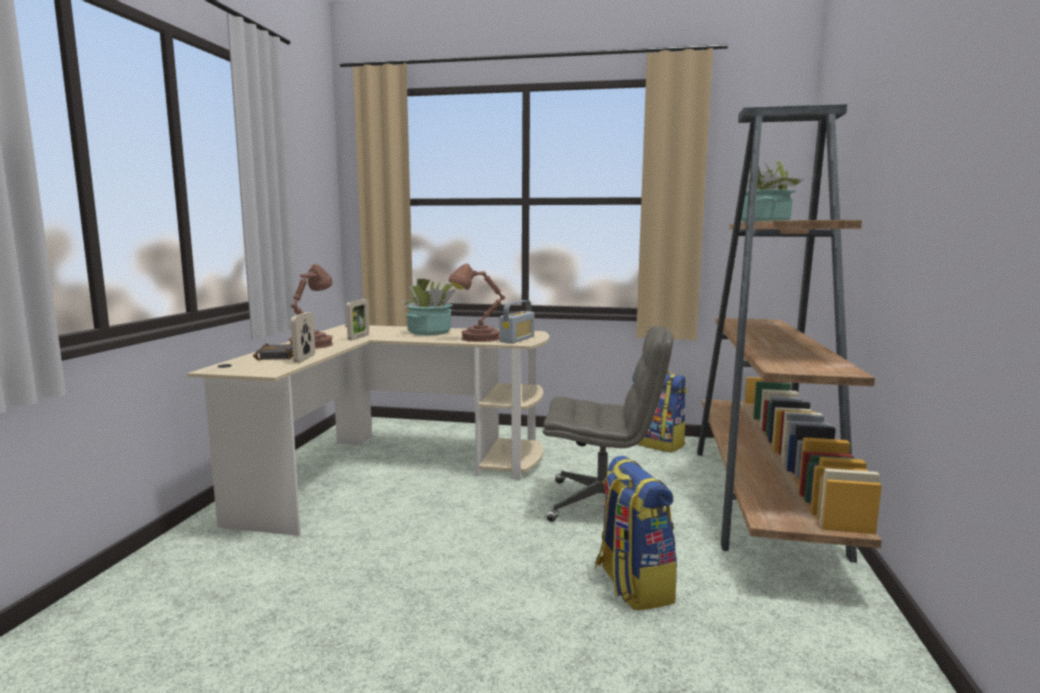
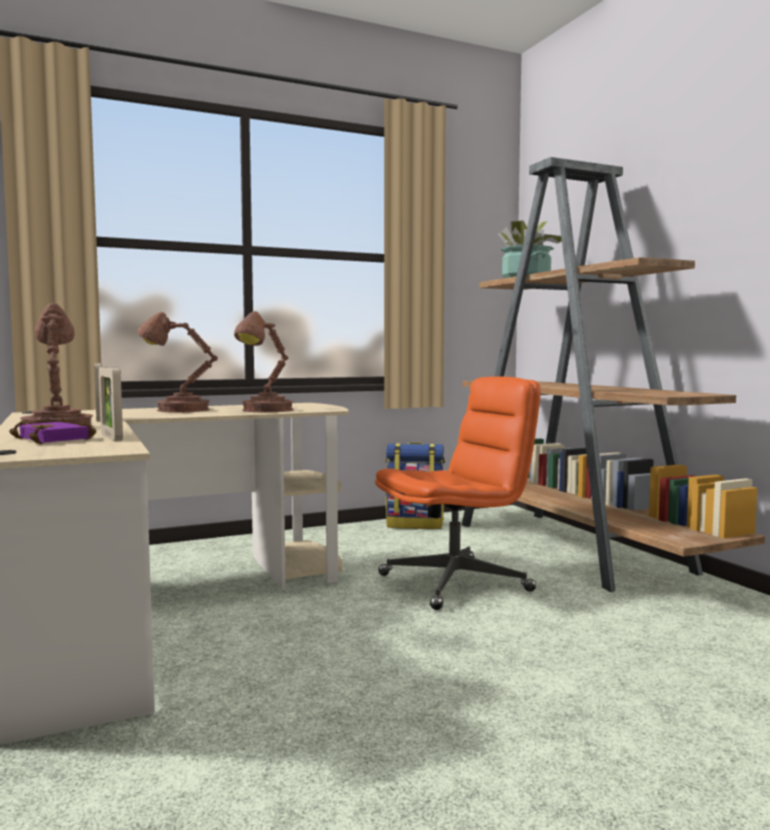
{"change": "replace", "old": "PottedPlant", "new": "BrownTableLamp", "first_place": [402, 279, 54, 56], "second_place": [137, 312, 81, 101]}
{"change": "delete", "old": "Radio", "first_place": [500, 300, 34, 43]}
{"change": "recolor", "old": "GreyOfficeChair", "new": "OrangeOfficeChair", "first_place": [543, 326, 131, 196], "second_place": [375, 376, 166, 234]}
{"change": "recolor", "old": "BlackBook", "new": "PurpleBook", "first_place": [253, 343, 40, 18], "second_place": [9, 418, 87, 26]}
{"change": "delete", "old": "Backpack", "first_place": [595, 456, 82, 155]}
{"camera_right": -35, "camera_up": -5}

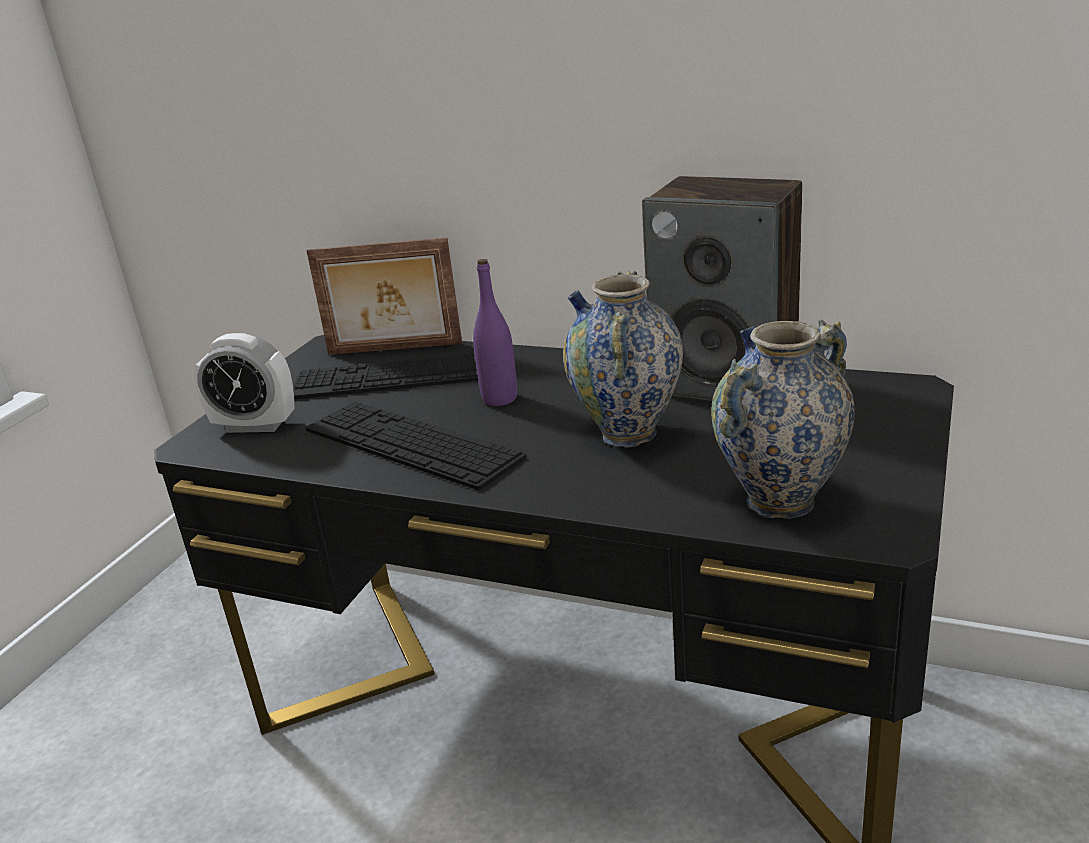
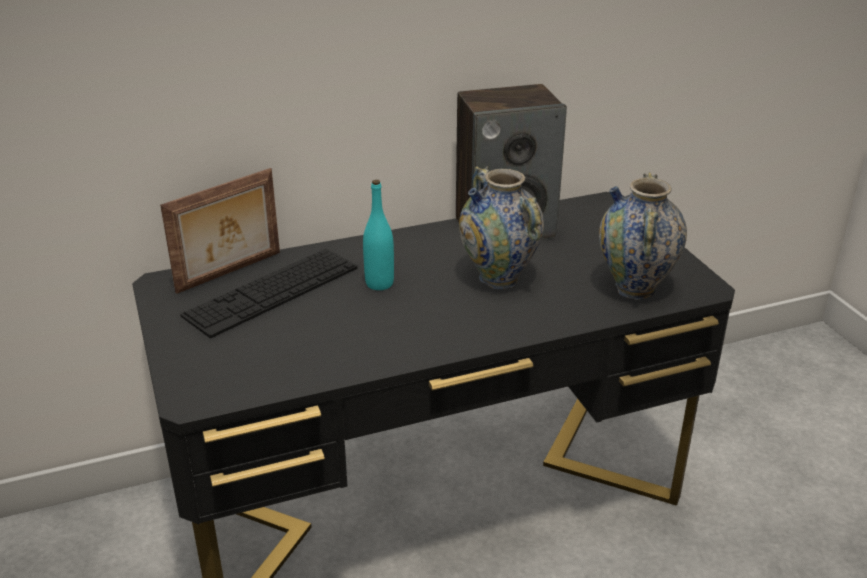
{"change": "recolor", "old": "PurpleBottle", "new": "TurquoiseBottle", "first_place": [473, 259, 44, 147], "second_place": [363, 180, 31, 110]}
{"change": "delete", "old": "AlarmClock", "first_place": [194, 333, 101, 100]}
{"change": "delete", "old": "Keyboard", "first_place": [306, 401, 221, 90]}
{"camera_right": -45, "camera_up": 5}

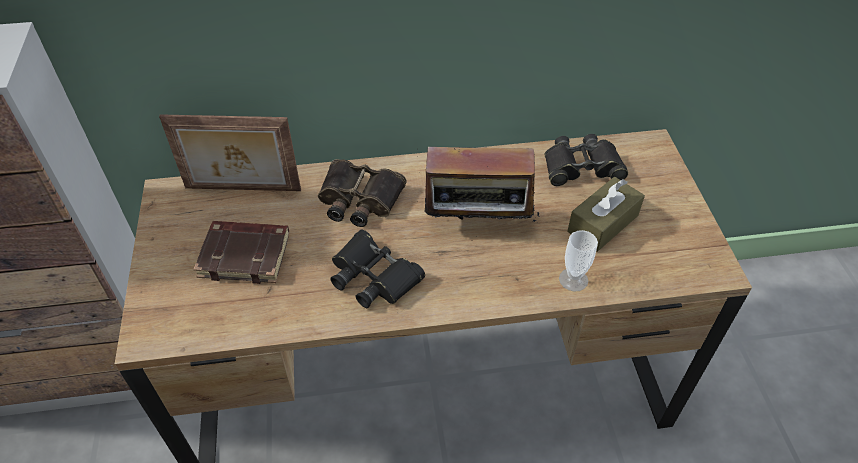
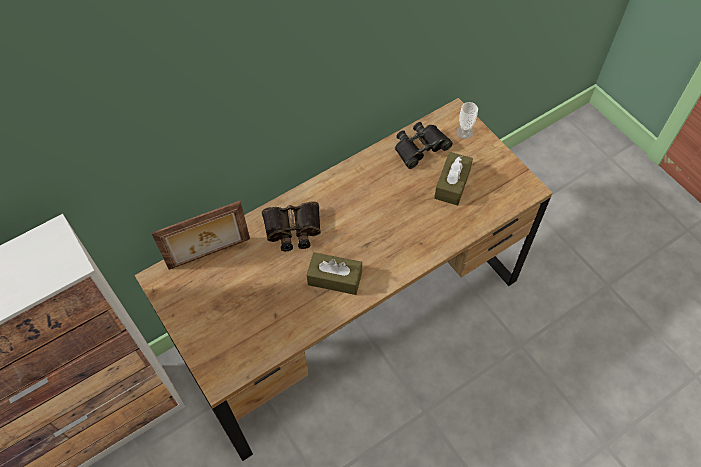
{"change": "delete", "old": "Radio", "first_place": [425, 147, 115, 88]}
{"change": "delete", "old": "BrownBook", "first_place": [193, 221, 96, 63]}
{"change": "replace", "old": "BlackBinoculars", "new": "BrownTissueBox", "first_place": [330, 230, 95, 78], "second_place": [307, 252, 55, 43]}
{"change": "move", "old": "Cup", "first_place": [559, 230, 39, 61], "second_place": [456, 102, 22, 37]}
{"camera_right": -25, "camera_up": 10}

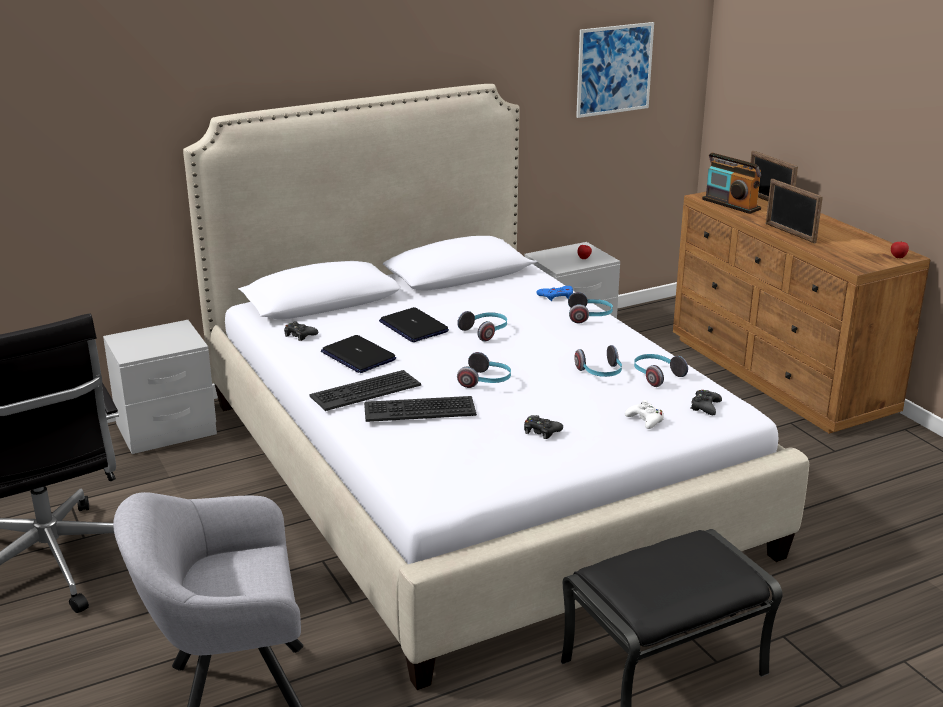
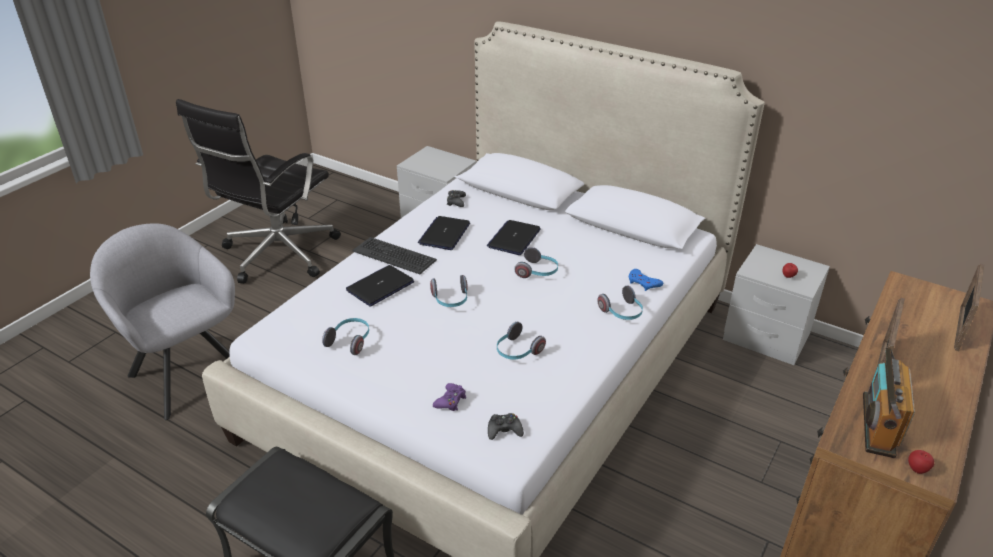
{"change": "delete", "old": "Picture", "first_place": [576, 22, 78, 96]}
{"change": "move", "old": "Radio", "first_place": [702, 153, 59, 61], "second_place": [863, 347, 52, 111]}
{"change": "move", "old": "Headphones", "first_place": [634, 354, 54, 33], "second_place": [322, 318, 47, 37]}
{"change": "replace", "old": "Keyboard", "new": "Laptop", "first_place": [364, 396, 113, 26], "second_place": [346, 265, 68, 41]}
{"change": "recolor", "old": "WhiteGameController", "new": "PurpleGameController", "first_place": [625, 400, 39, 29], "second_place": [433, 383, 33, 28]}
{"change": "delete", "old": "BlackGameController", "first_place": [524, 415, 39, 24]}
{"camera_right": 60, "camera_up": 10}

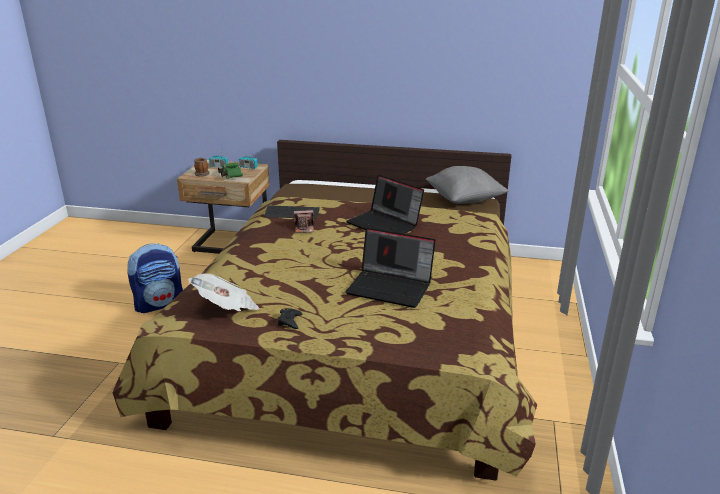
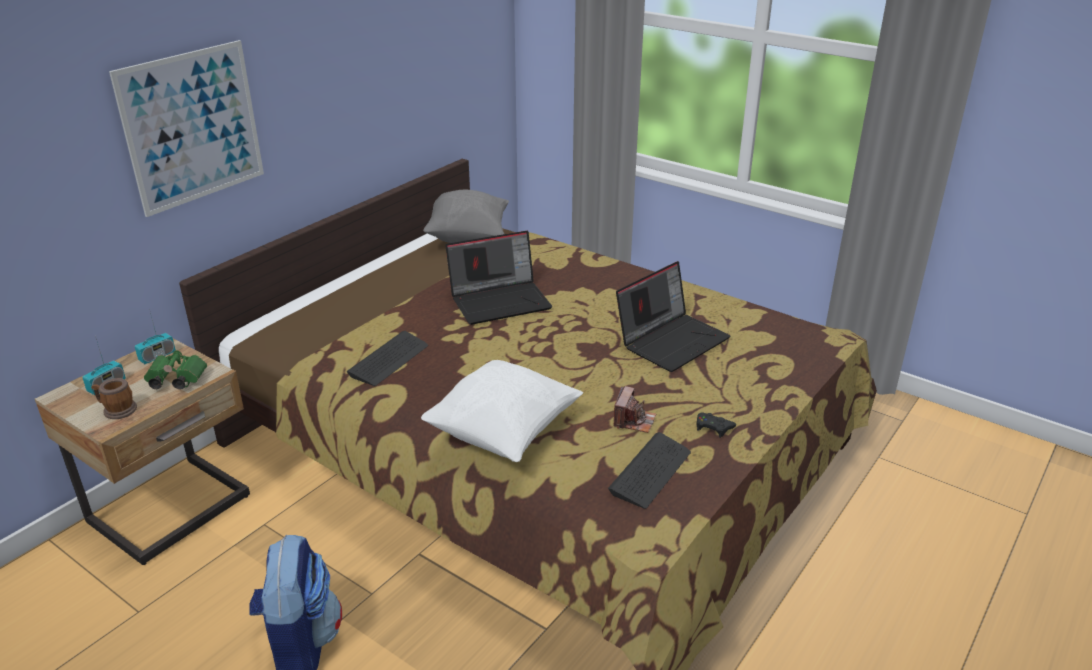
{"change": "move", "old": "PhotoCamera", "first_place": [293, 210, 21, 23], "second_place": [613, 386, 43, 47]}
{"change": "replace", "old": "Newspaper", "new": "Keyboard", "first_place": [188, 273, 72, 38], "second_place": [608, 432, 83, 77]}
{"change": "insert", "new": "Picture", "second_place": [109, 40, 155, 177]}
{"change": "insert", "new": "WhitePillow", "second_place": [421, 360, 162, 102]}
{"camera_right": -65, "camera_up": 5}

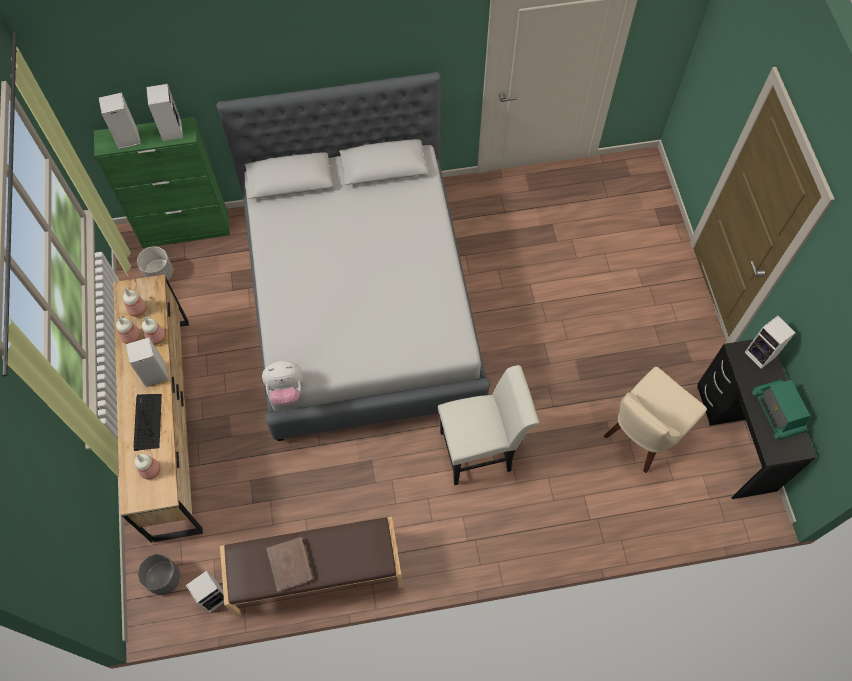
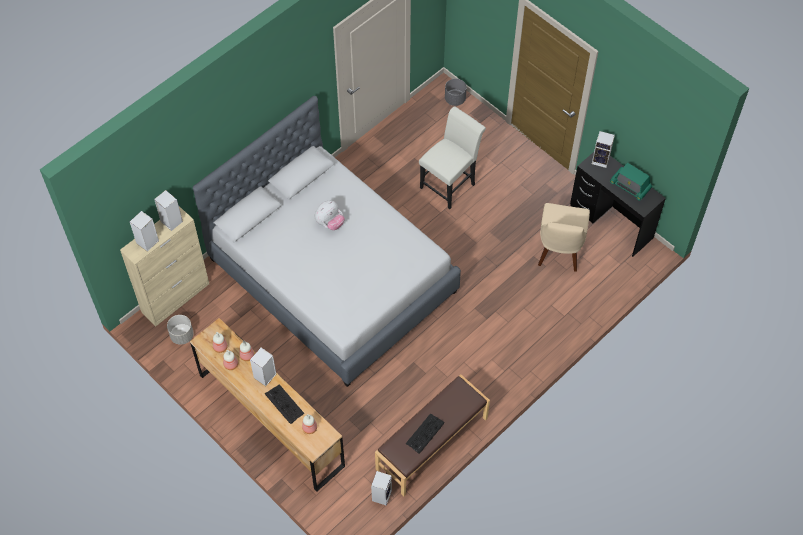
{"change": "recolor", "old": "GreenCabinet", "new": "BeigeCabinet", "first_place": [94, 117, 136, 131], "second_place": [120, 206, 89, 121]}
{"change": "move", "old": "PlushToy", "first_place": [262, 361, 41, 44], "second_place": [315, 200, 30, 30]}
{"change": "move", "old": "WhiteChair", "first_place": [438, 365, 101, 120], "second_place": [419, 106, 67, 103]}
{"change": "replace", "old": "BrownBook", "new": "Keyboard", "first_place": [267, 537, 47, 55], "second_place": [406, 414, 39, 40]}
{"change": "move", "old": "GreyPlanter", "first_place": [138, 554, 42, 41], "second_place": [445, 78, 22, 28]}
{"camera_right": -35, "camera_up": -5}

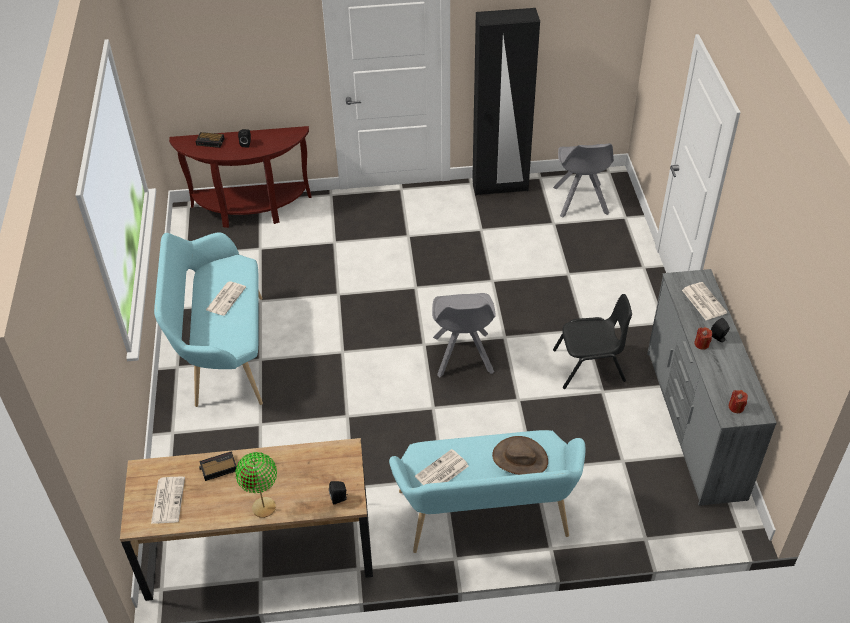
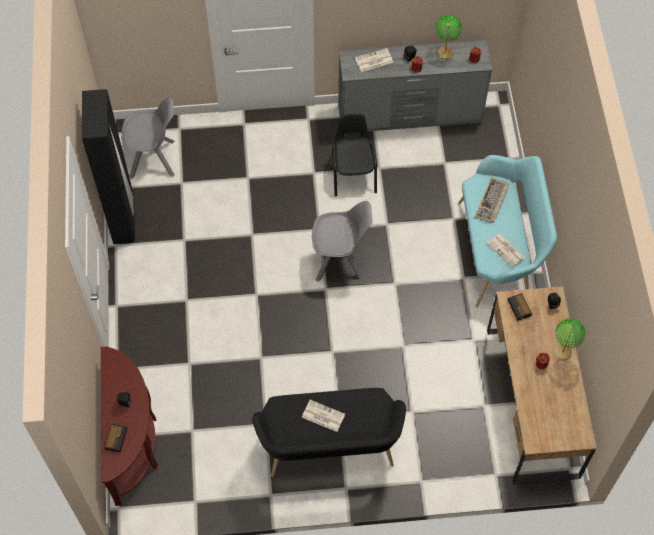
{"change": "recolor", "old": "TurquoiseBench", "new": "BlackBench", "first_place": [154, 232, 109, 175], "second_place": [252, 388, 154, 89]}
{"change": "replace", "old": "BrownHat", "new": "Keyboard", "first_place": [492, 436, 56, 39], "second_place": [475, 177, 34, 45]}
{"change": "move", "old": "AlarmClock", "first_place": [199, 451, 38, 30], "second_place": [508, 293, 24, 28]}
{"change": "delete", "old": "Newspaper", "first_place": [151, 477, 34, 47]}
{"change": "insert", "new": "GreenTableLamp", "second_place": [435, 15, 27, 44]}
{"camera_right": -90, "camera_up": 15}

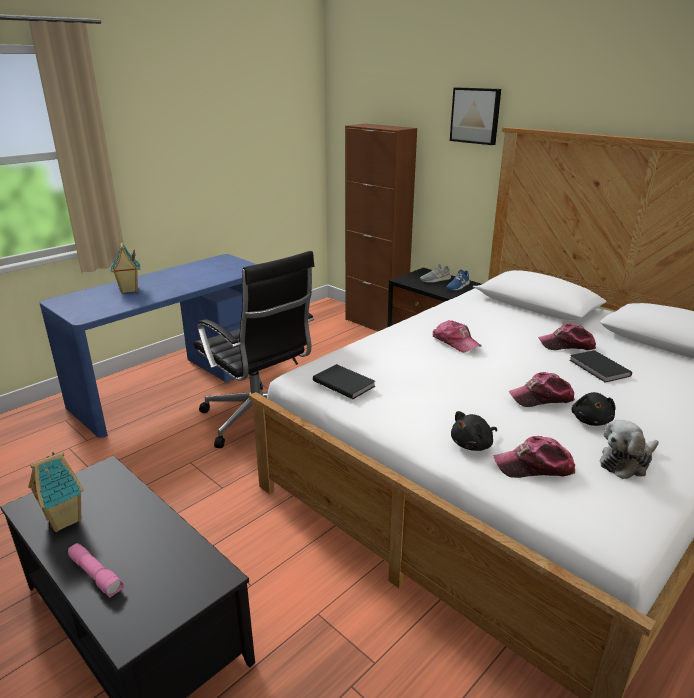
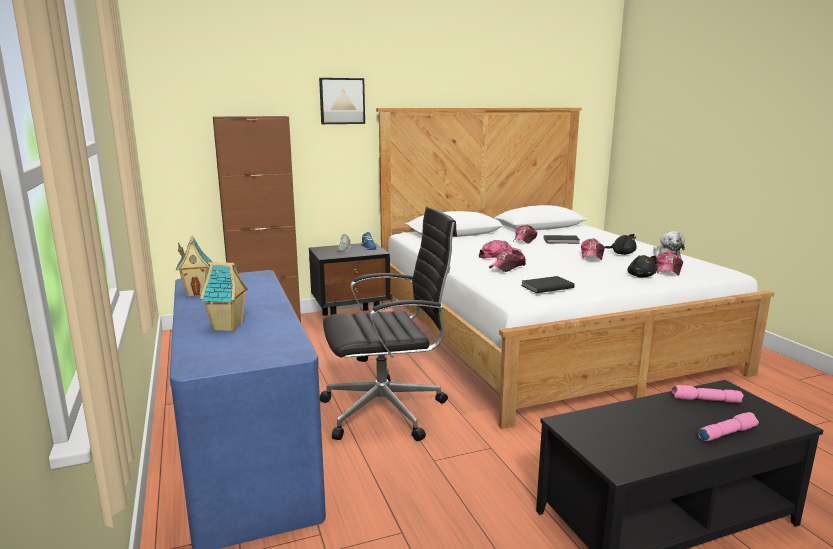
{"change": "move", "old": "ToyHouse", "first_place": [28, 452, 55, 80], "second_place": [176, 236, 36, 61]}
{"change": "insert", "new": "Cap", "second_place": [489, 248, 37, 24]}
{"change": "insert", "new": "PinkFlashlight", "second_place": [672, 385, 71, 18]}
{"camera_right": -65, "camera_up": -10}

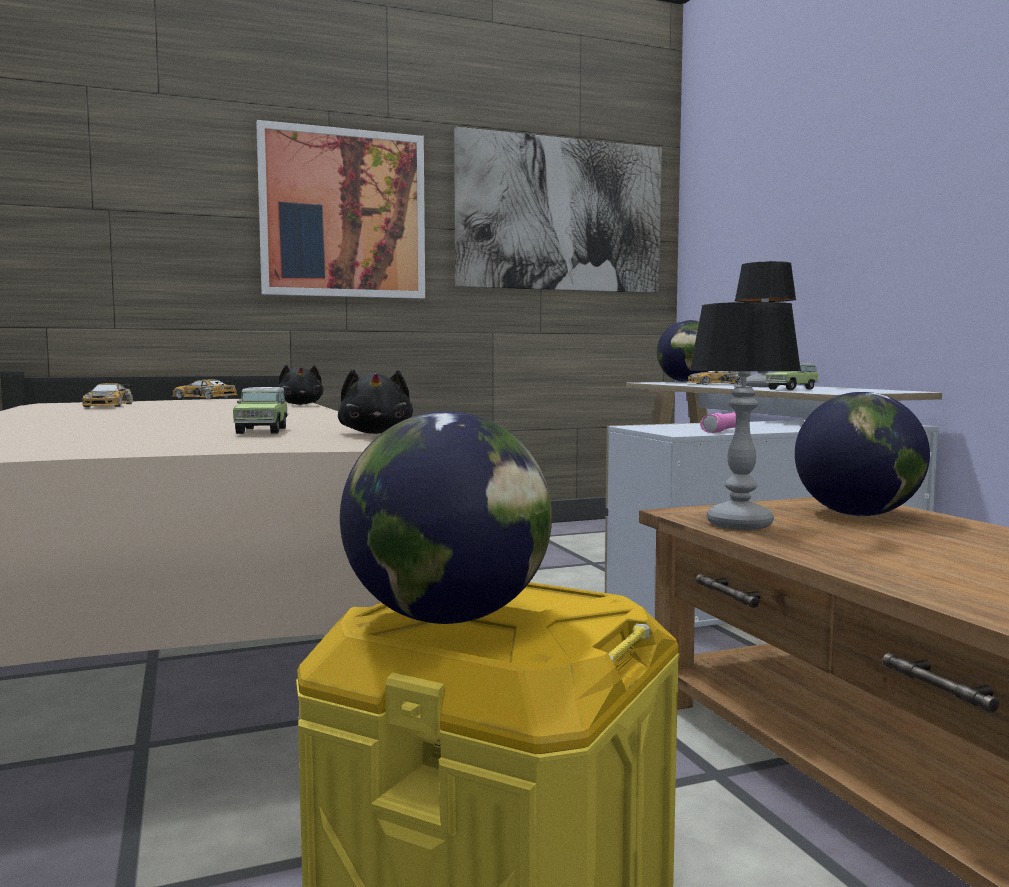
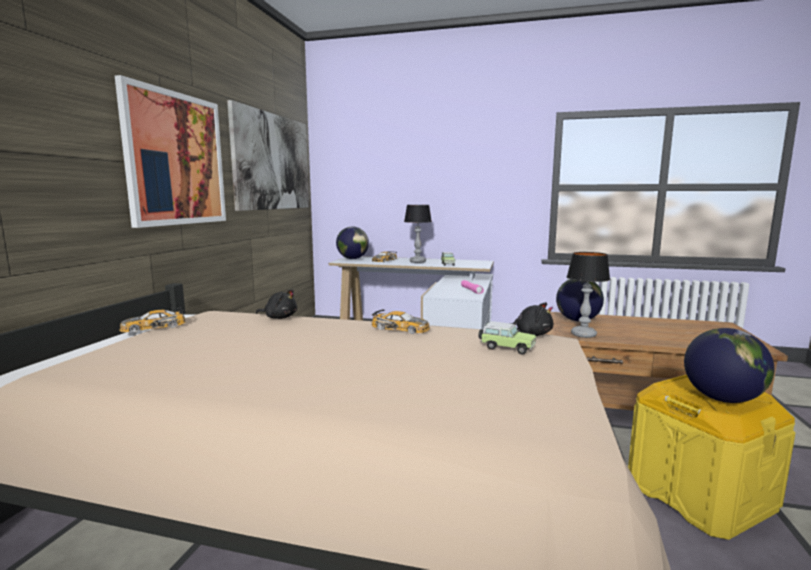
{"change": "move", "old": "ToyCar", "first_place": [83, 383, 50, 24], "second_place": [371, 309, 59, 25]}
{"camera_right": -55, "camera_up": 5}

